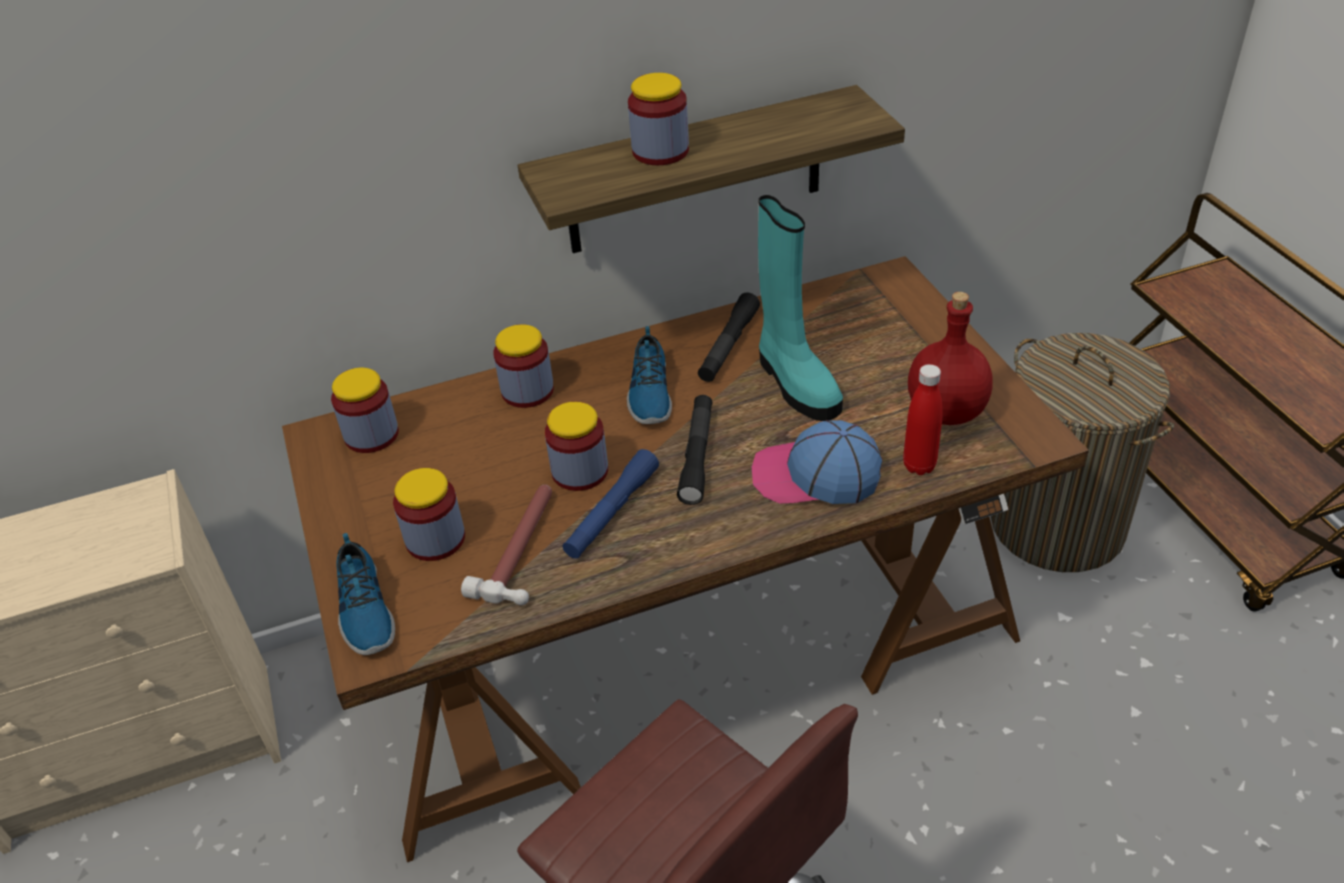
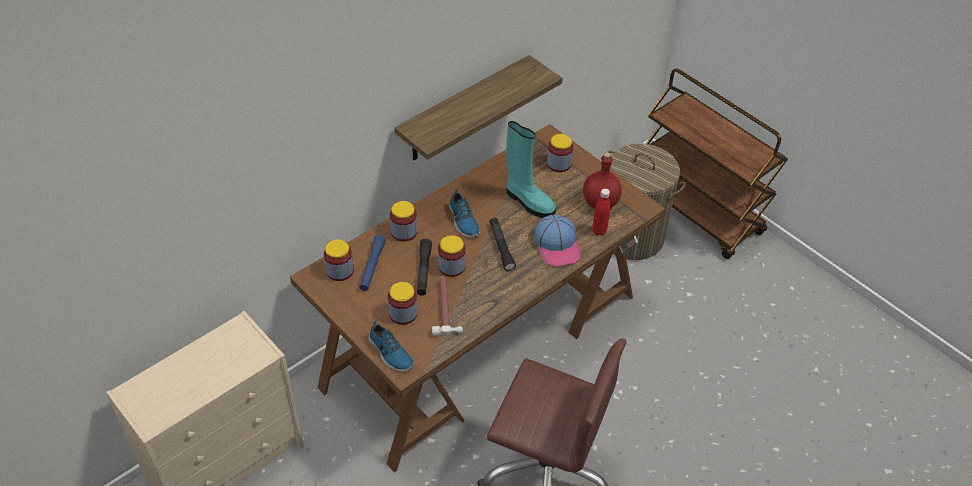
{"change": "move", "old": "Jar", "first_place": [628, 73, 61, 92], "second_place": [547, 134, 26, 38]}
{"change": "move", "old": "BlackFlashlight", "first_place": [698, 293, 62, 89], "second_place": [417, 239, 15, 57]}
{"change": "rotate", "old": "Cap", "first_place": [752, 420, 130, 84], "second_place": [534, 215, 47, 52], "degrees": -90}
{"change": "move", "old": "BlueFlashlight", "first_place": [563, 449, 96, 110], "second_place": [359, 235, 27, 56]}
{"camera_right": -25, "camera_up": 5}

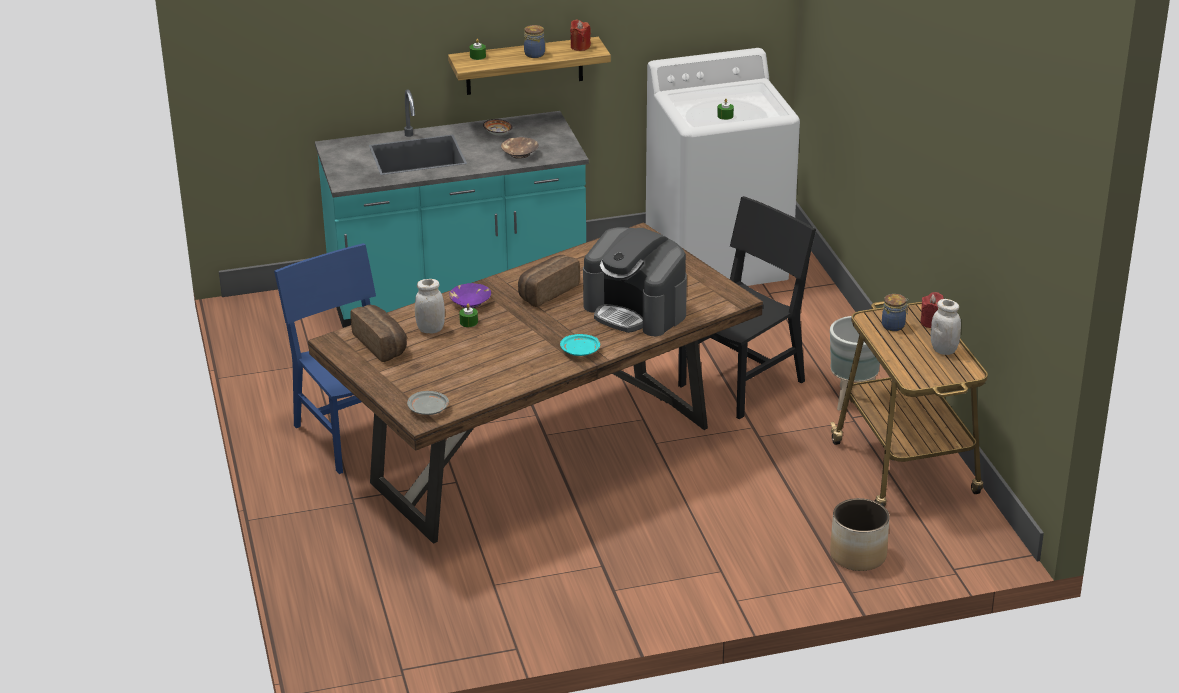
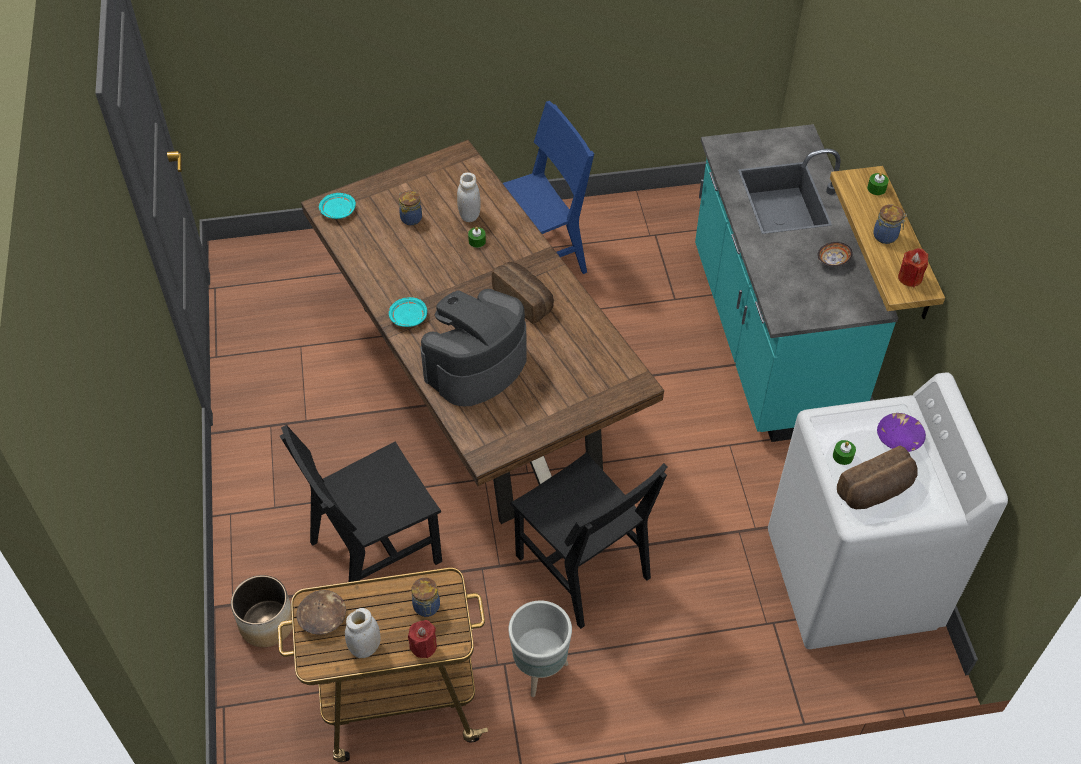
{"change": "move", "old": "BrownBowl", "first_place": [501, 137, 38, 22], "second_place": [296, 590, 50, 45]}
{"change": "move", "old": "PurpleBowl", "first_place": [449, 283, 42, 25], "second_place": [877, 413, 49, 39]}
{"change": "move", "old": "Bread", "first_place": [350, 305, 57, 57], "second_place": [837, 445, 81, 64]}
{"change": "recolor", "old": "GreyPlate", "new": "TurquoisePlate", "first_place": [407, 391, 42, 24], "second_place": [319, 193, 37, 26]}
{"change": "insert", "new": "Jar", "second_place": [399, 191, 23, 34]}
{"change": "insert", "new": "BlackChair", "second_place": [280, 425, 162, 175]}
{"camera_right": 95, "camera_up": 20}

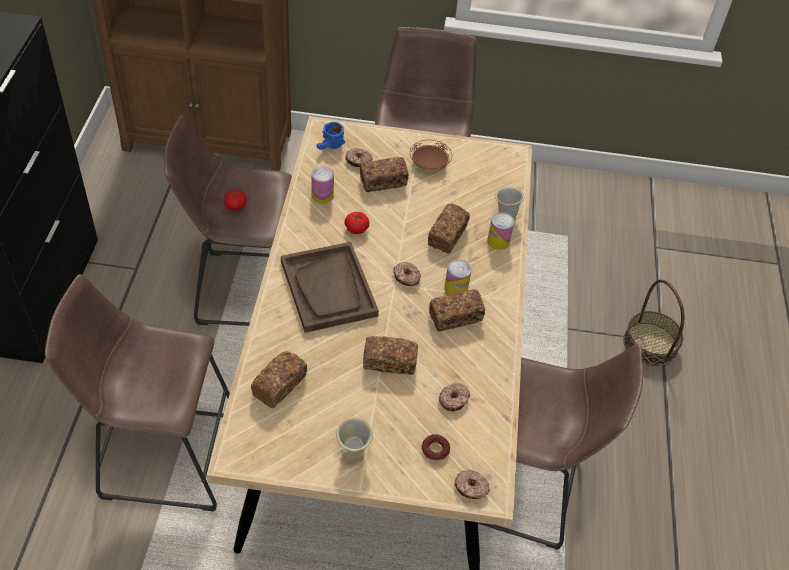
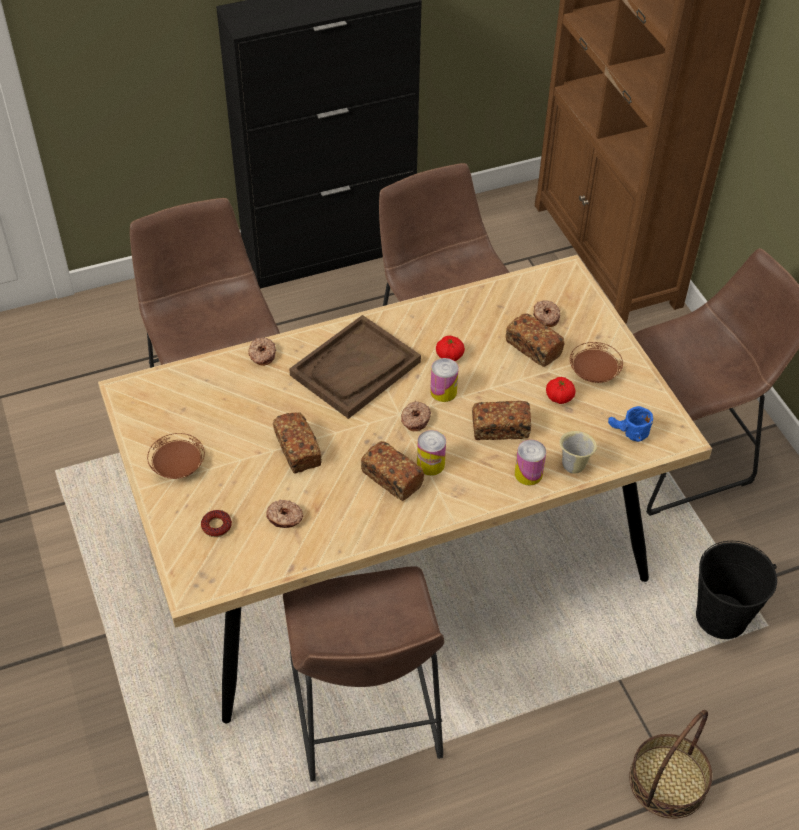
{"change": "move", "old": "BlueMug", "first_place": [316, 122, 29, 28], "second_place": [608, 406, 45, 36]}
{"change": "move", "old": "Can", "first_place": [311, 166, 23, 37], "second_place": [430, 358, 29, 44]}
{"change": "move", "old": "Tomato", "first_place": [224, 190, 23, 21], "second_place": [546, 377, 30, 27]}
{"change": "delete", "old": "Bread", "first_place": [251, 351, 56, 57]}
{"change": "replace", "old": "BeigeMug", "new": "BrownPlate", "first_place": [336, 418, 37, 38], "second_place": [147, 433, 58, 46]}
{"change": "move", "old": "Donut", "first_place": [454, 470, 36, 29], "second_place": [249, 338, 27, 28]}
{"change": "insert", "new": "BlackBucket", "second_place": [696, 541, 81, 98]}
{"camera_right": 65, "camera_up": 0}

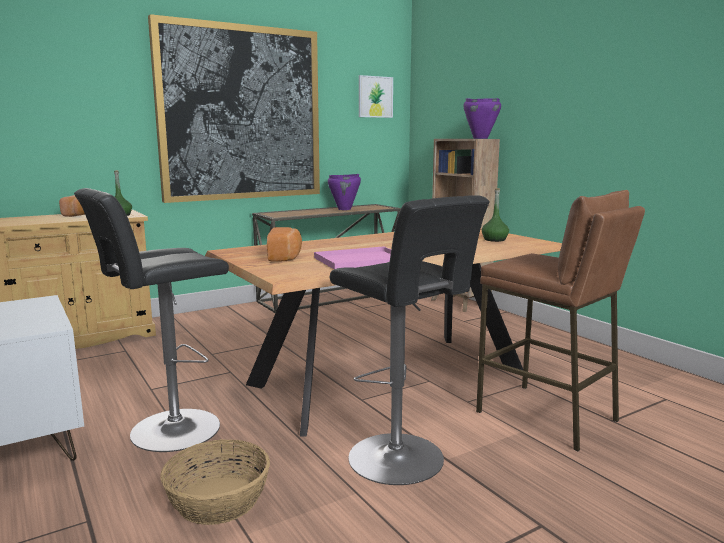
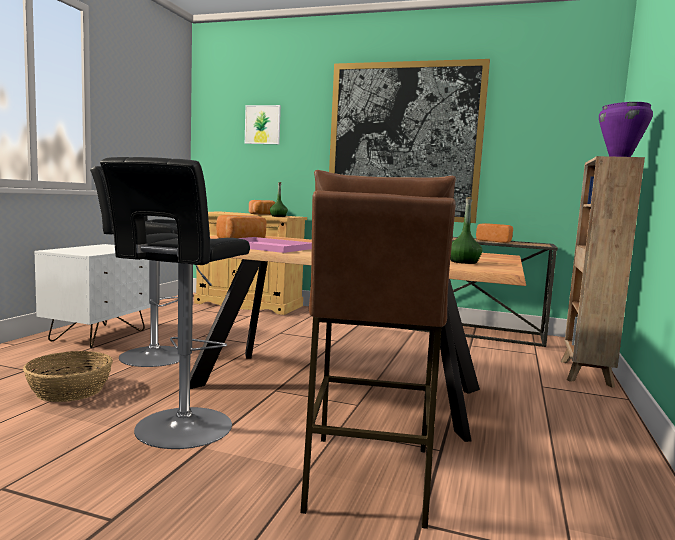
{"change": "move", "old": "Picture", "first_place": [359, 75, 34, 43], "second_place": [245, 105, 36, 39]}
{"change": "replace", "old": "PurpleCookingPot", "new": "Bread", "first_place": [328, 174, 33, 36], "second_place": [476, 223, 37, 20]}
{"camera_right": 50, "camera_up": -5}

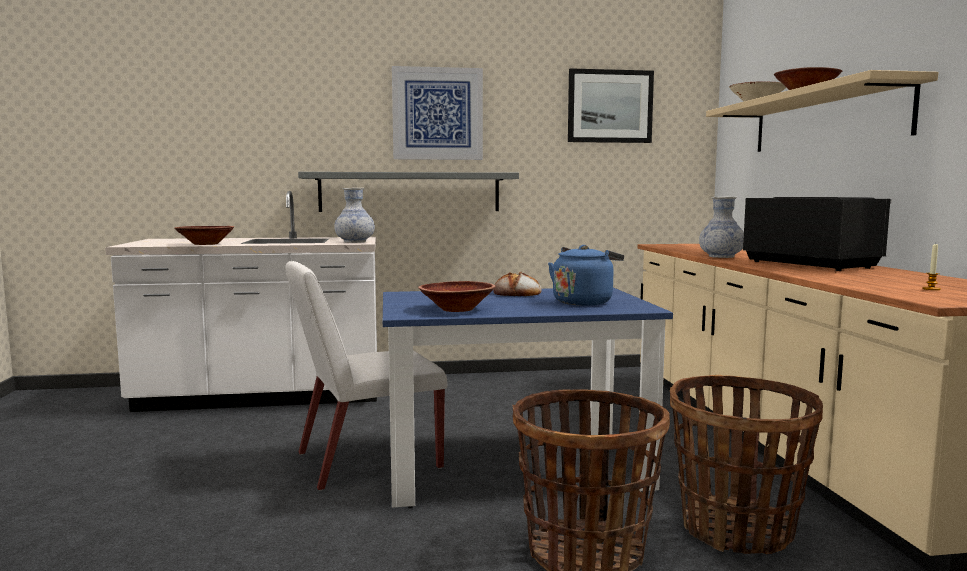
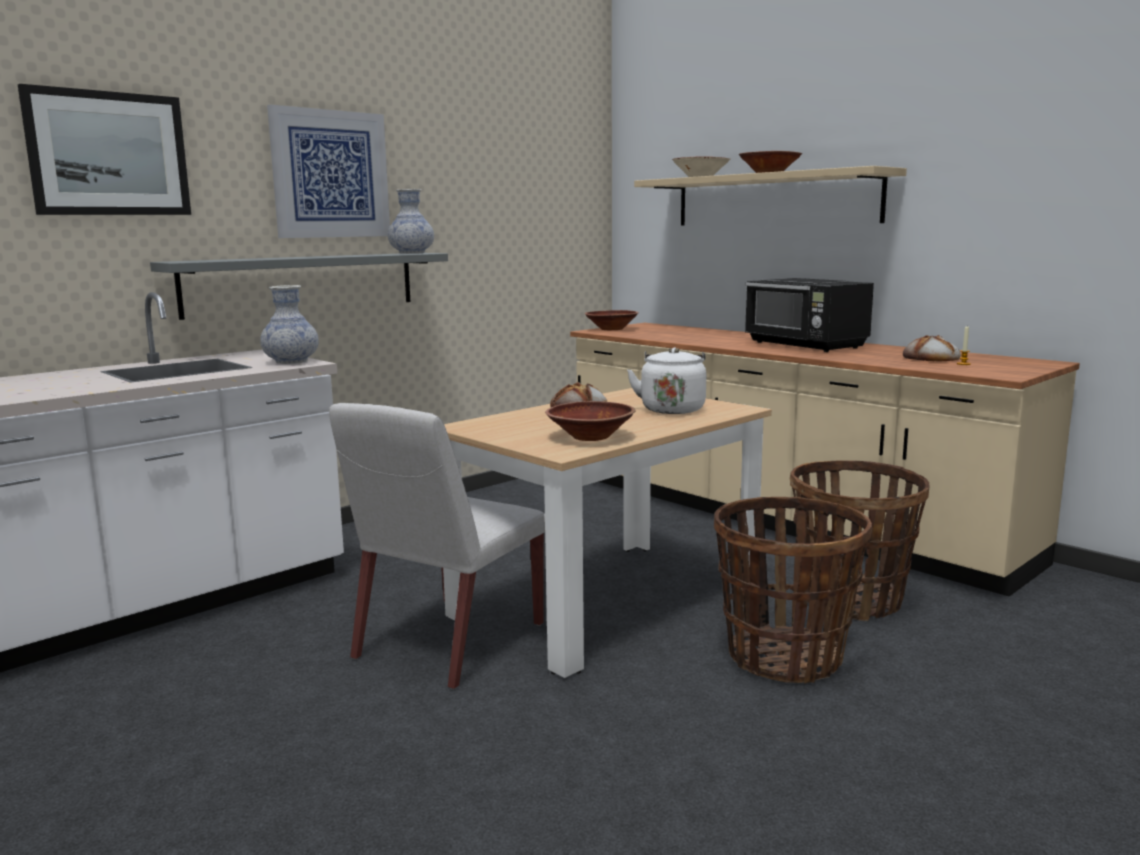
{"change": "move", "old": "Picture", "first_place": [568, 68, 86, 75], "second_place": [18, 84, 173, 131]}
{"change": "move", "old": "Vase", "first_place": [699, 197, 45, 61], "second_place": [388, 189, 46, 65]}
{"change": "rotate", "old": "BlackMicrowave", "first_place": [743, 197, 149, 74], "second_place": [745, 278, 129, 74], "degrees": -150}
{"change": "move", "old": "BrownBowl", "first_place": [174, 226, 61, 19], "second_place": [585, 310, 54, 20]}
{"change": "recolor", "old": "BlueKettle", "new": "WhiteKettle", "first_place": [548, 245, 76, 61], "second_place": [627, 347, 79, 67]}
{"change": "recolor", "old": "BlueDiningTable", "new": "BeigeDiningTable", "first_place": [383, 287, 290, 222], "second_place": [443, 388, 329, 290]}
{"change": "insert", "new": "Bread", "second_place": [903, 335, 58, 26]}
{"camera_right": -35, "camera_up": 5}

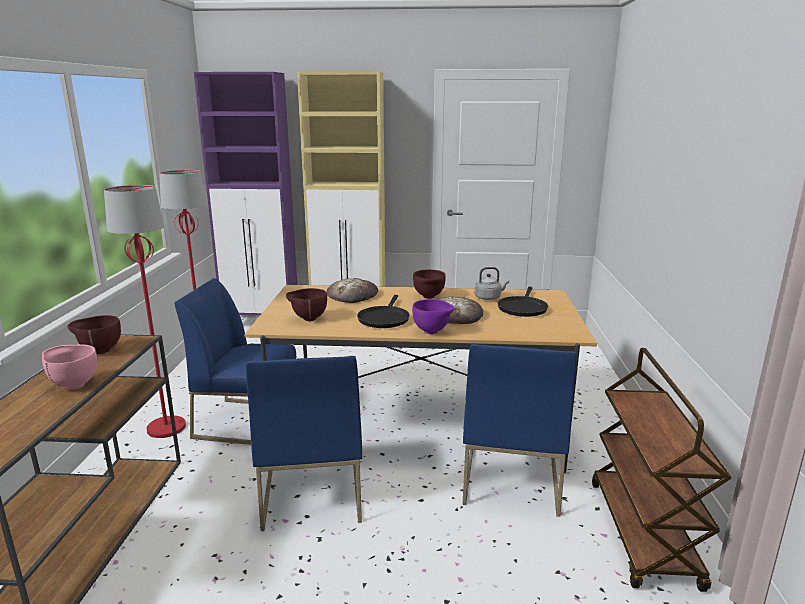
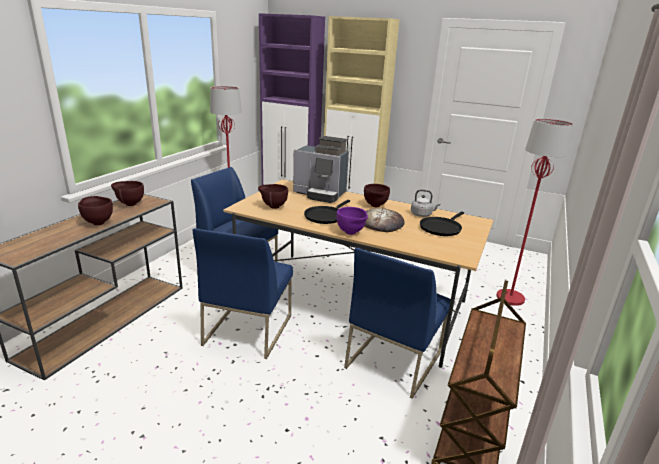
{"change": "move", "old": "RedFloorLamp", "first_place": [104, 185, 82, 253], "second_place": [497, 119, 76, 187]}
{"change": "replace", "old": "Bread", "new": "CoffeeMachine", "first_place": [326, 278, 52, 25], "second_place": [293, 136, 56, 67]}
{"change": "recolor", "old": "PinkBowl", "new": "BrownBowl", "first_place": [42, 345, 55, 44], "second_place": [78, 196, 35, 29]}
{"camera_right": 20, "camera_up": 5}

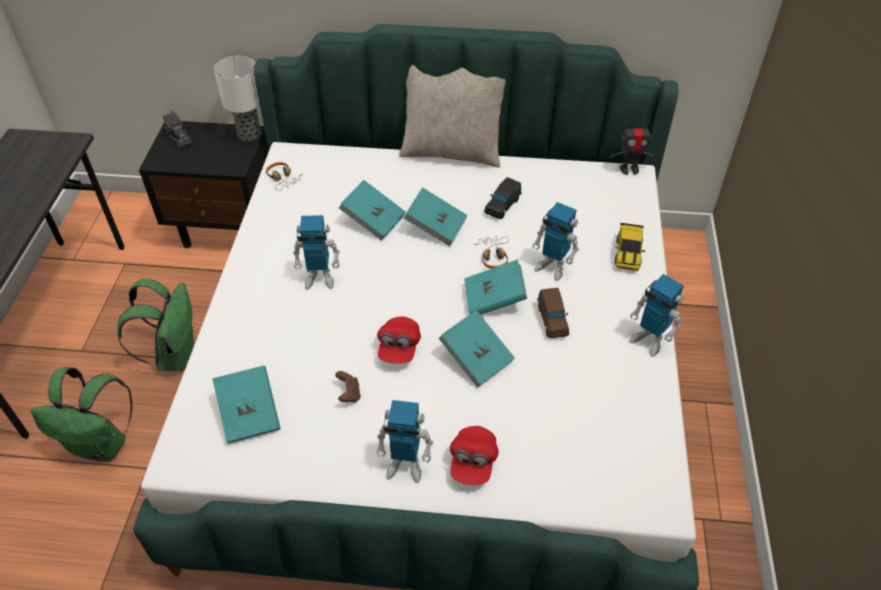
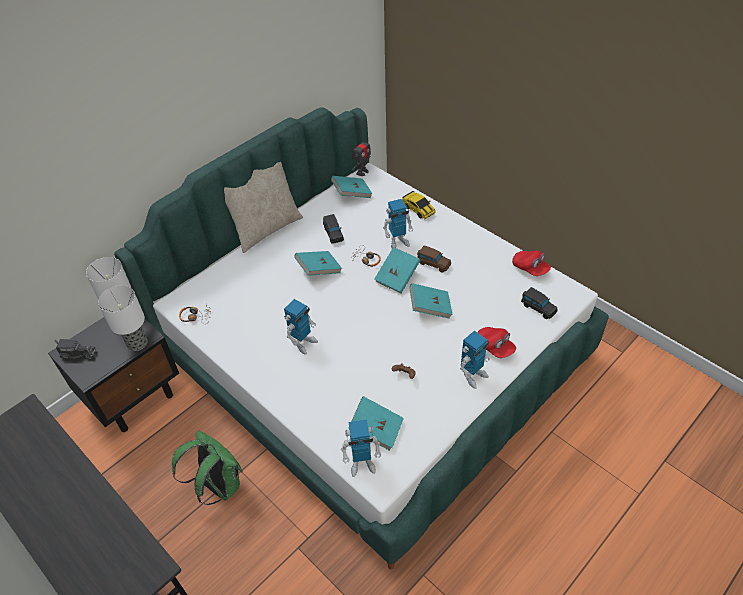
{"change": "move", "old": "TurquoiseBook", "first_place": [339, 180, 67, 61], "second_place": [331, 176, 42, 22]}
{"change": "move", "old": "ToyRobot", "first_place": [629, 274, 55, 83], "second_place": [341, 419, 40, 58]}
{"change": "move", "old": "RedCap", "first_place": [377, 316, 44, 48], "second_place": [512, 251, 39, 25]}
{"change": "delete", "old": "GreenBackpack", "first_place": [30, 367, 103, 95]}
{"change": "insert", "new": "TableLamp", "second_place": [98, 285, 49, 66]}
{"change": "insert", "new": "BlackToyCar", "second_place": [521, 287, 37, 32]}
{"camera_right": -50, "camera_up": 0}

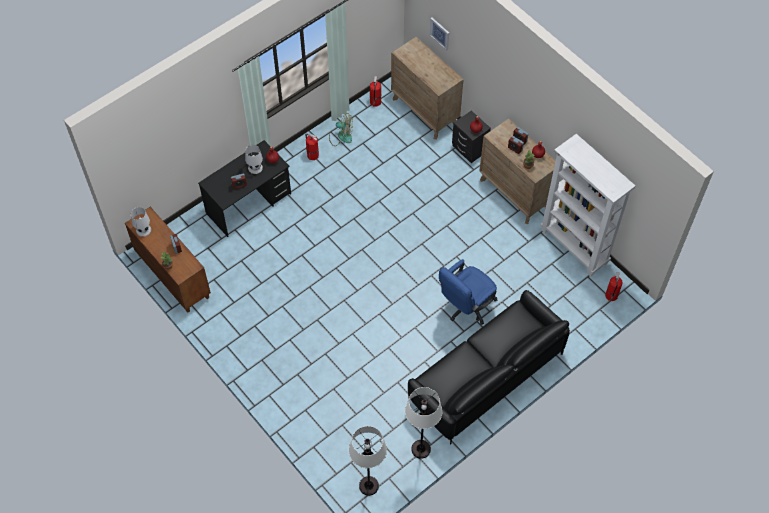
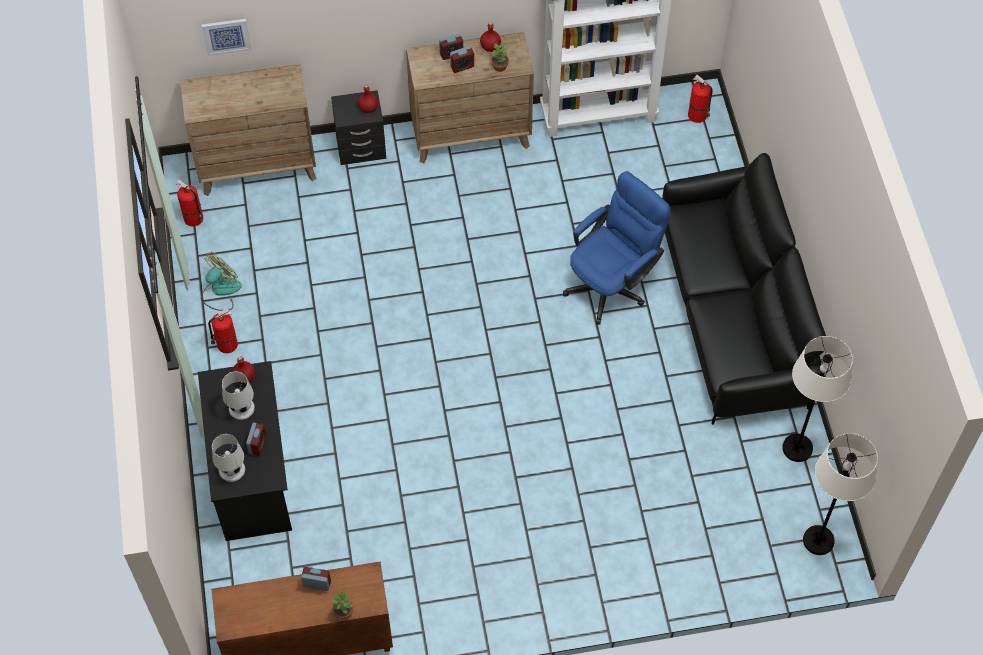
{"change": "move", "old": "WhiteTableLamp", "first_place": [131, 207, 20, 30], "second_place": [212, 434, 33, 48]}
{"change": "rotate", "old": "BlueOfficeChair", "first_place": [439, 259, 58, 66], "second_place": [563, 171, 107, 153], "degrees": -120}
{"camera_right": -60, "camera_up": 0}

